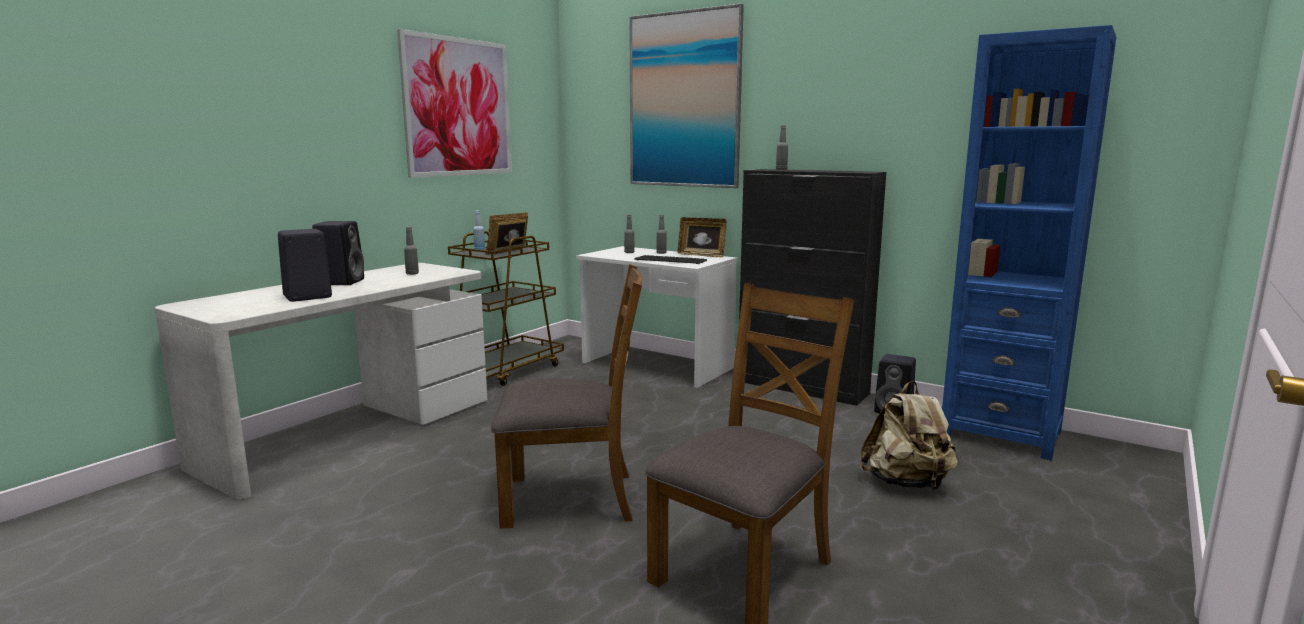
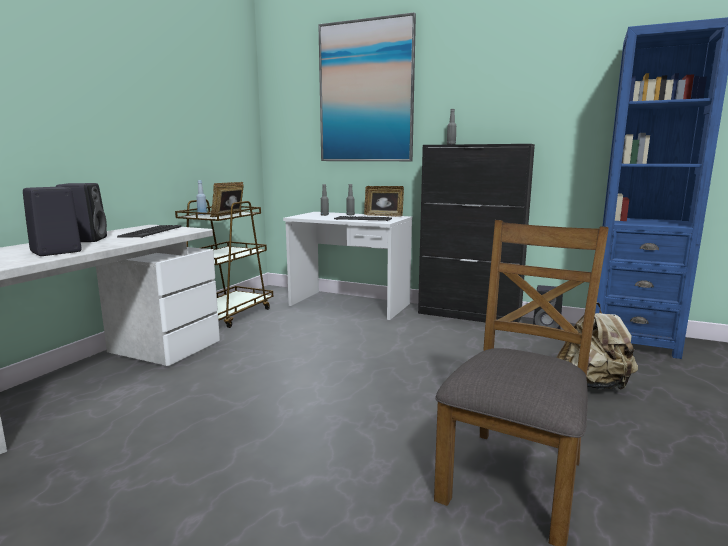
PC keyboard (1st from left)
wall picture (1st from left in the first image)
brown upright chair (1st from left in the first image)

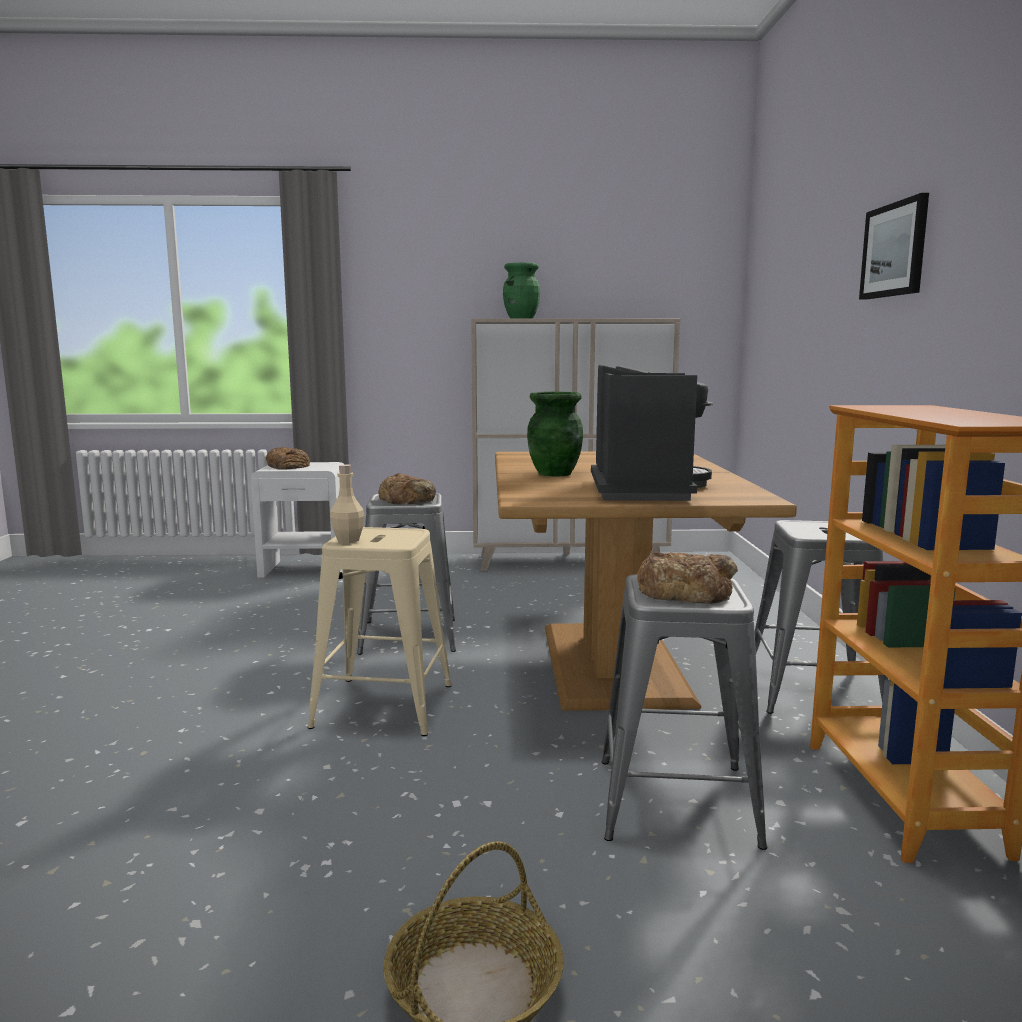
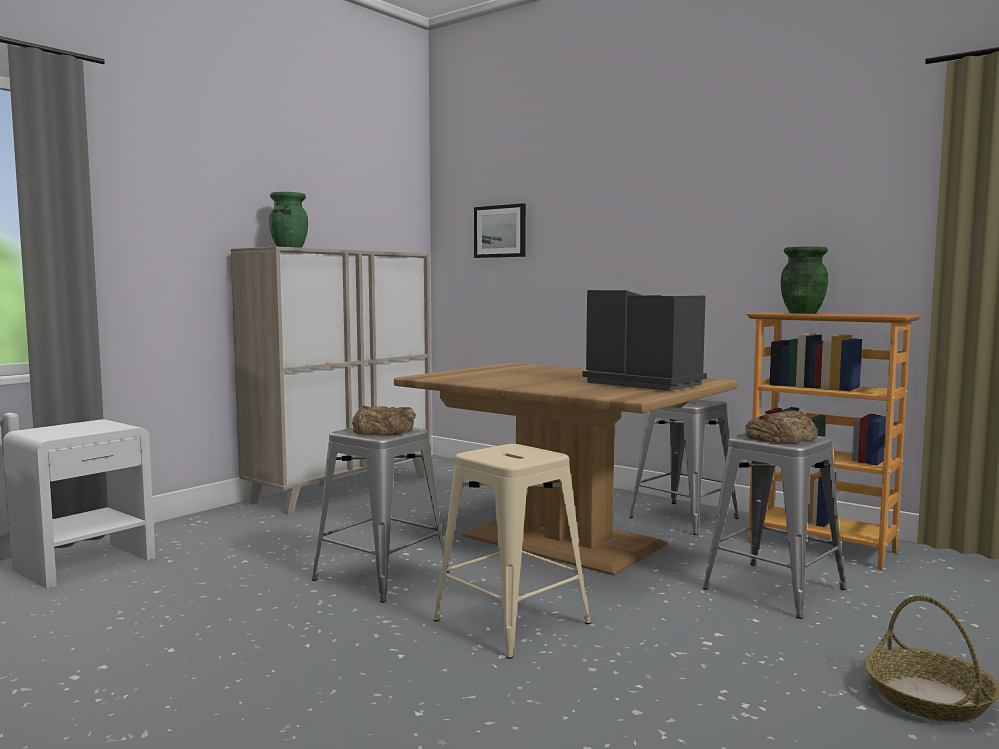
wall picture
greenish flower vase (2nd from left)
baked bread (1st from left in the first image)
beige bottle

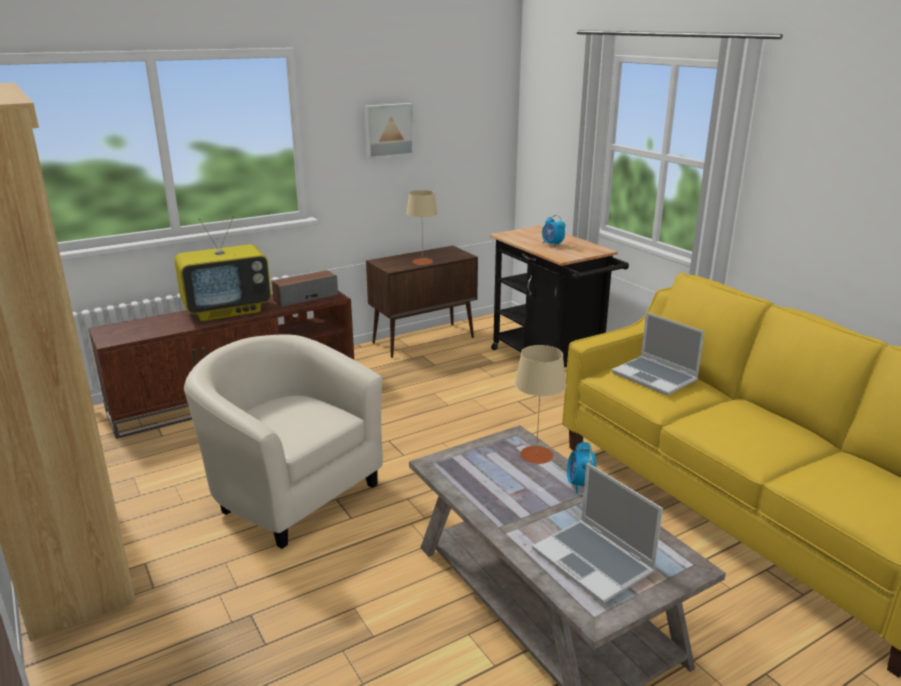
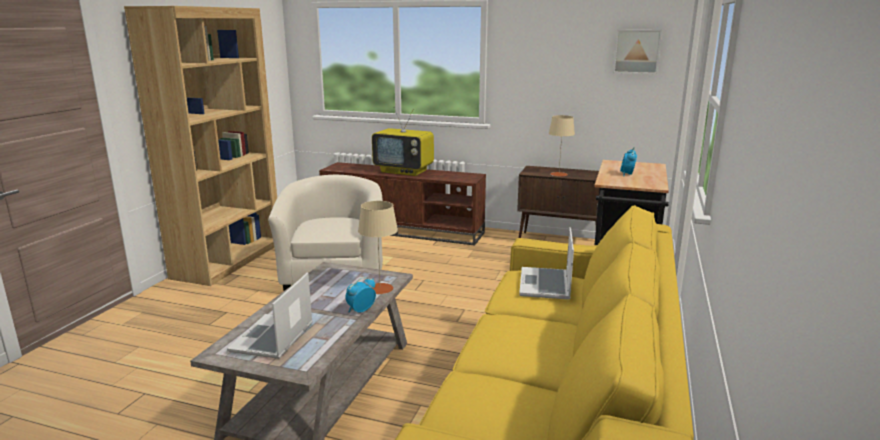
wall picture
speaker

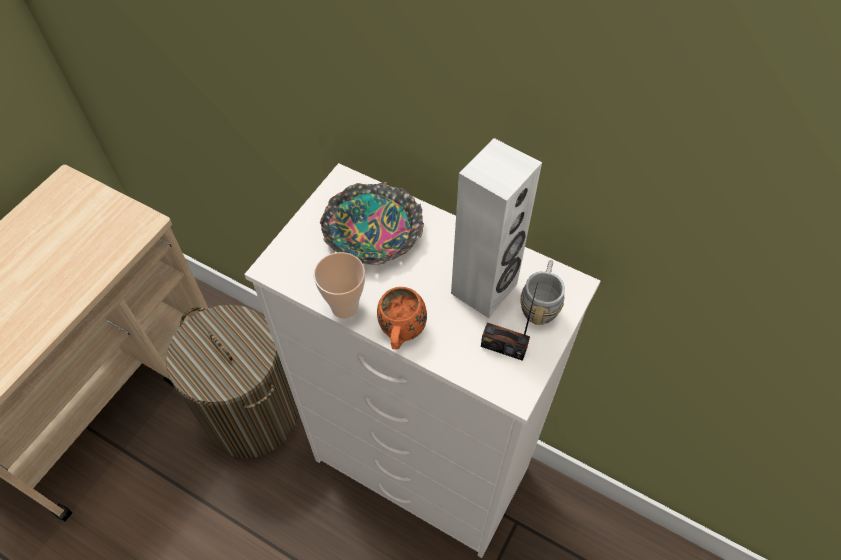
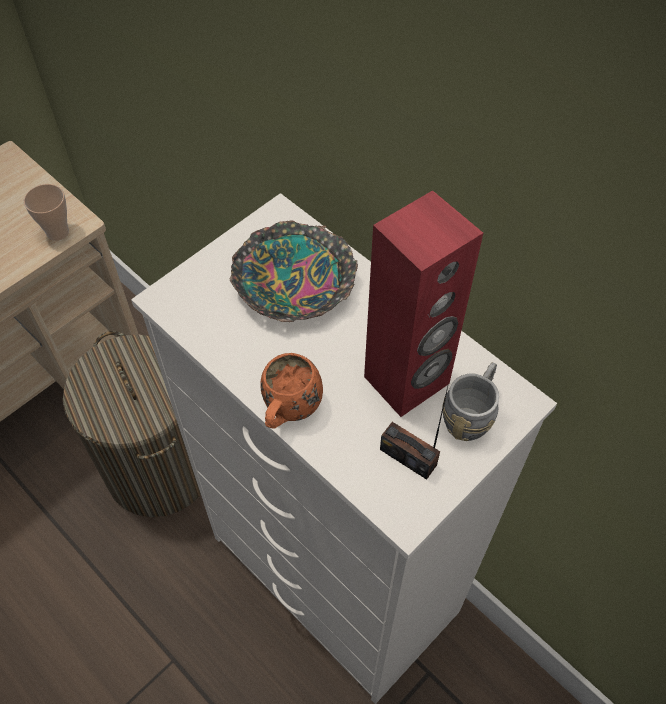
small cup
red speaker

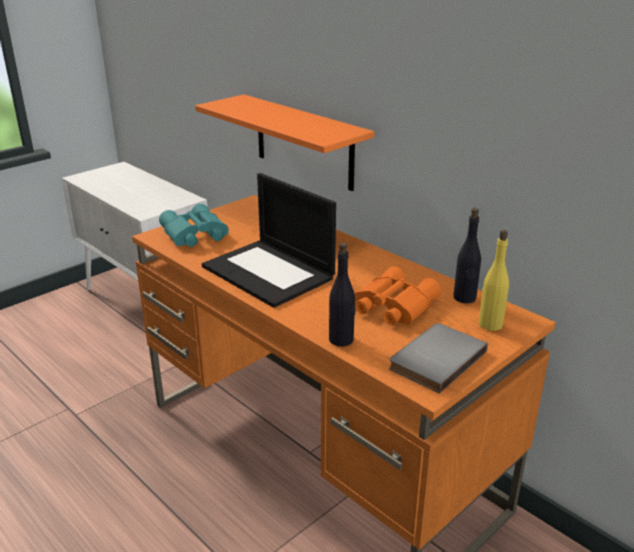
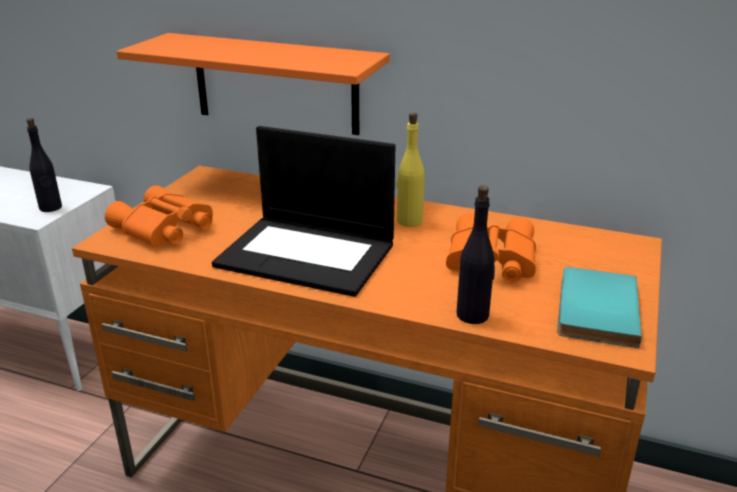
blackish bottle (1st from left)
orange-coloured field glasses (1st from left)
yellow-coloured bottle
turquoise bound book

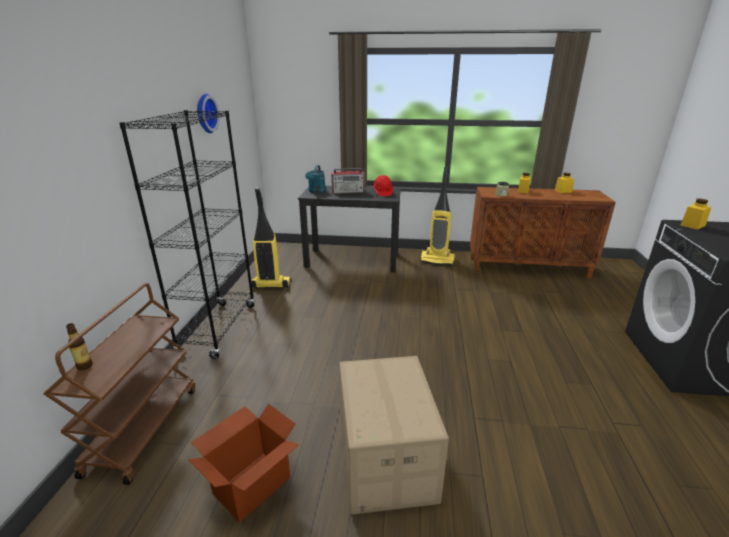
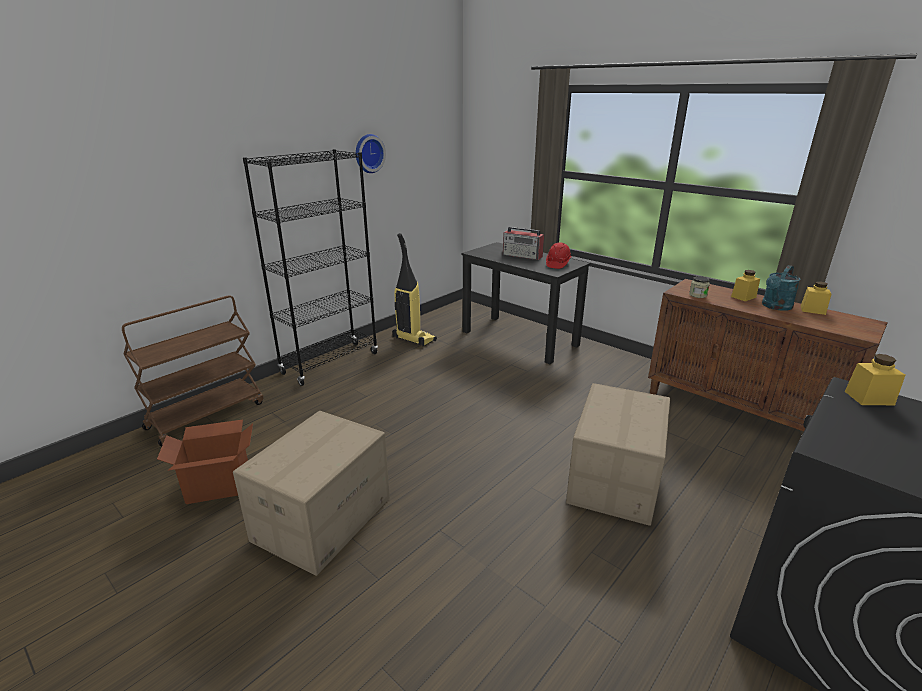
cardboard box (3rd from left)
turquoise sprinkling can
bottle
hoover (2nd from left in the first image)

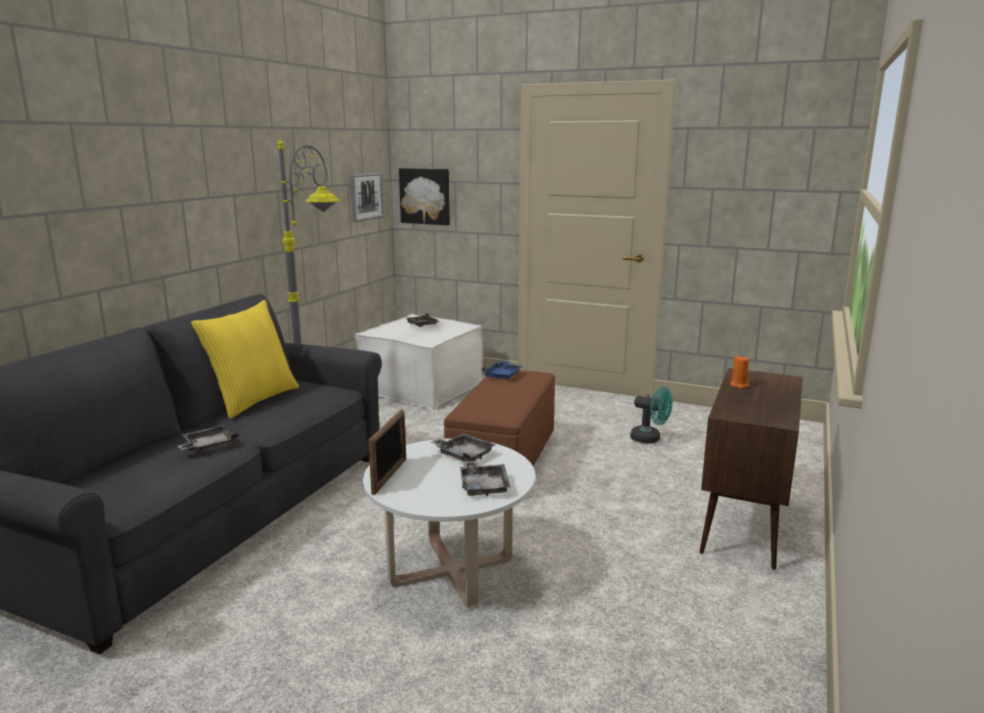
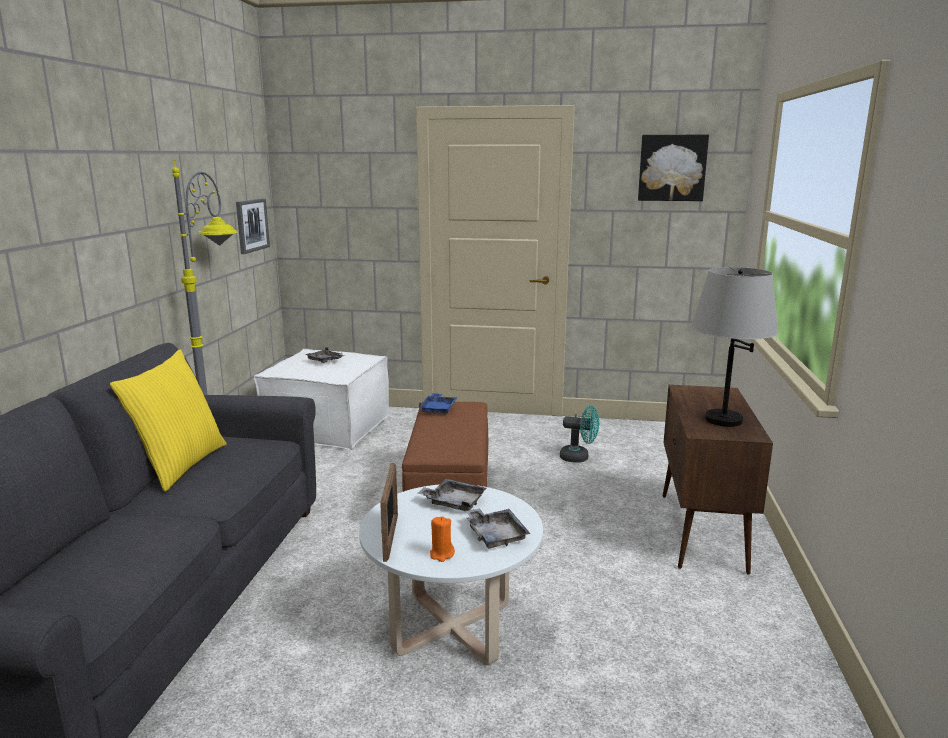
orange-coloured wax light
wall picture (2nd from left)
gray table lamp
gray serving tray (1st from left in the first image)

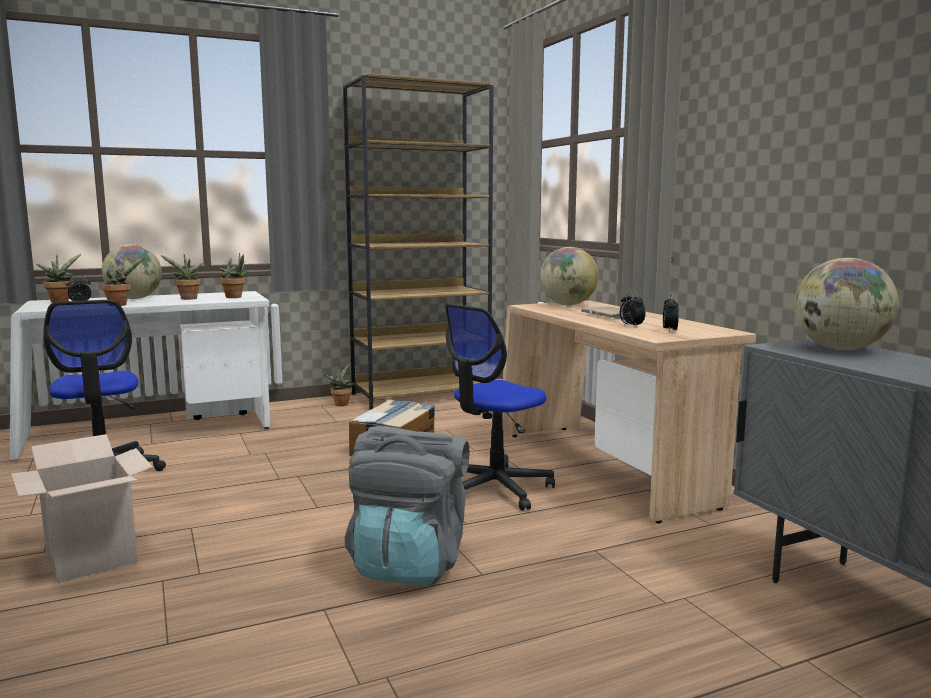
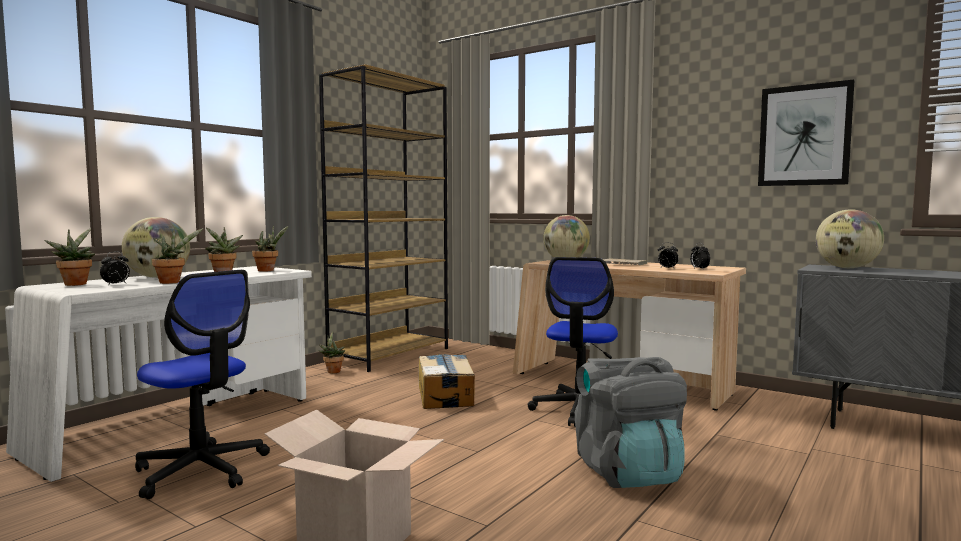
wall picture

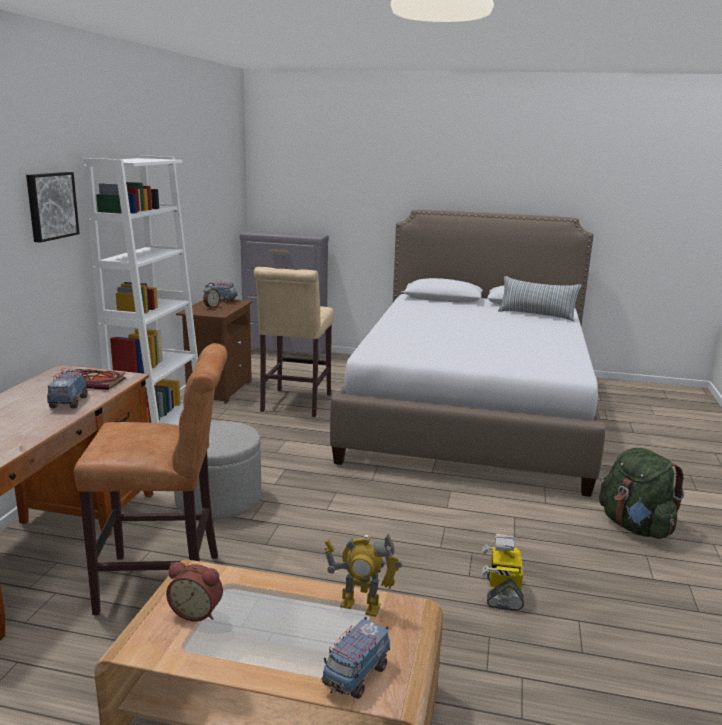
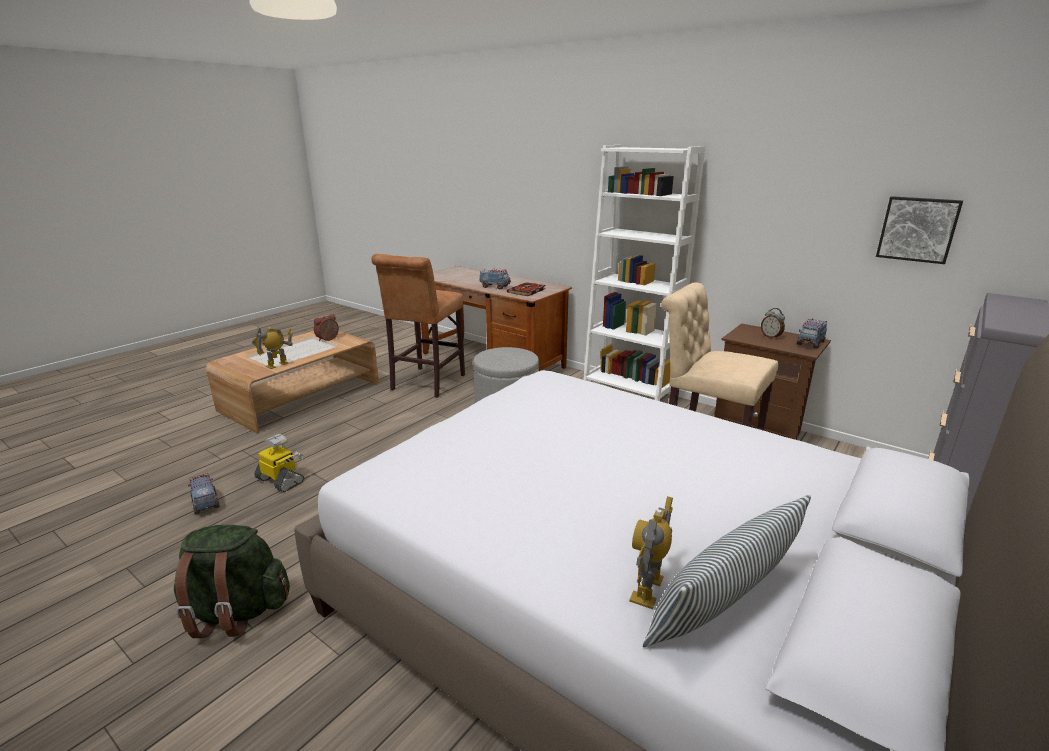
toy lorry (1st from left)
model robot (3rd from left)
wall picture

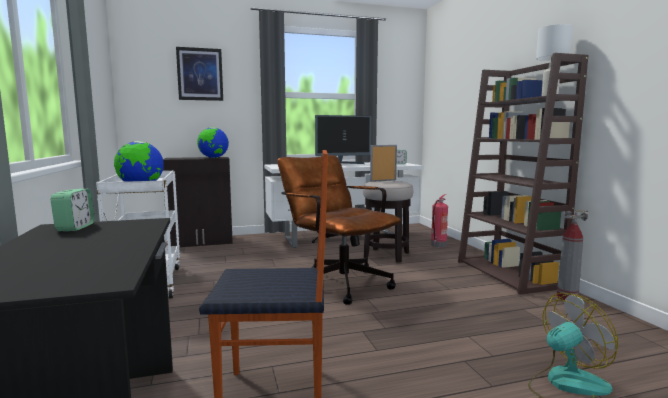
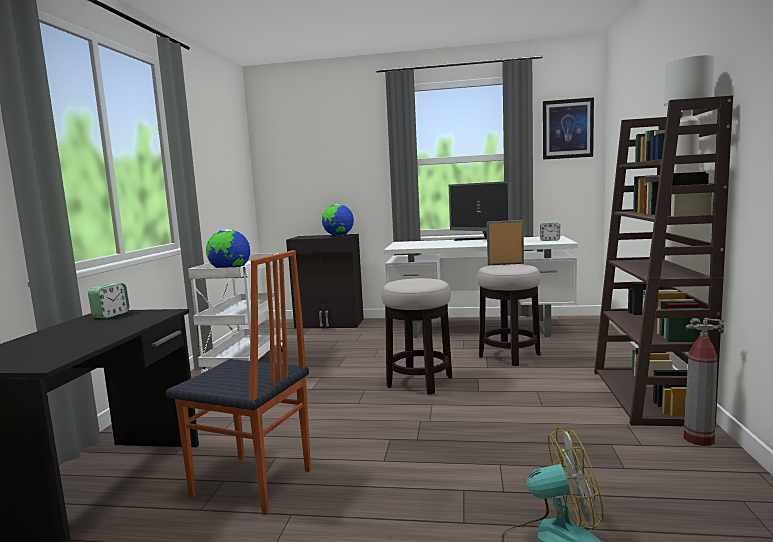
stool seat (1st from left)
computer display
wall picture
fire-fighting cylinder (1st from left in the first image)

